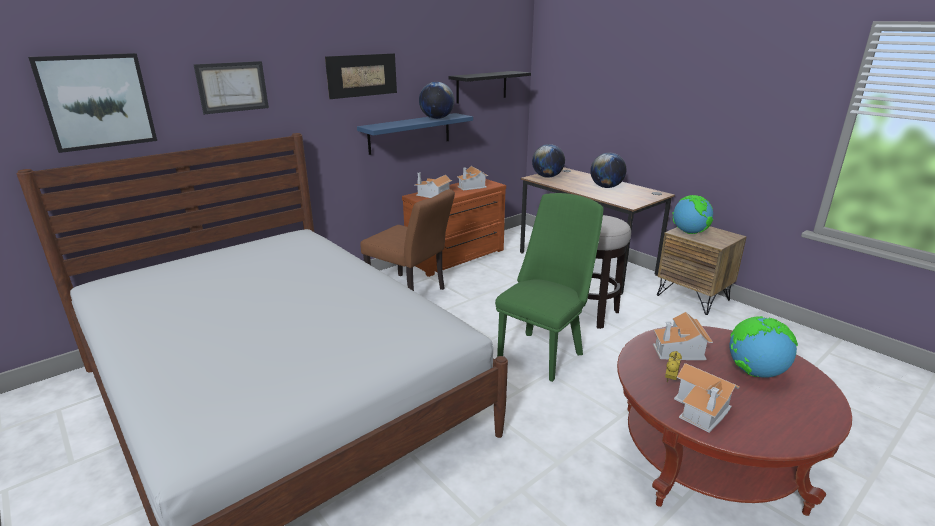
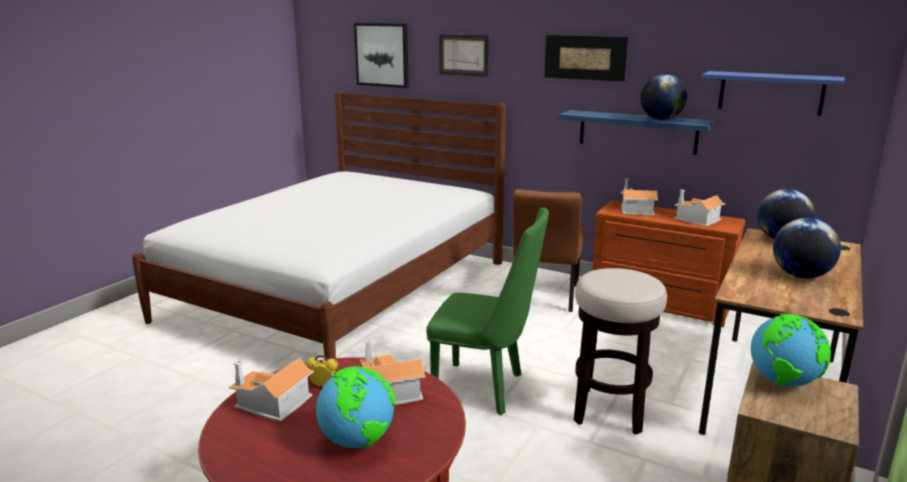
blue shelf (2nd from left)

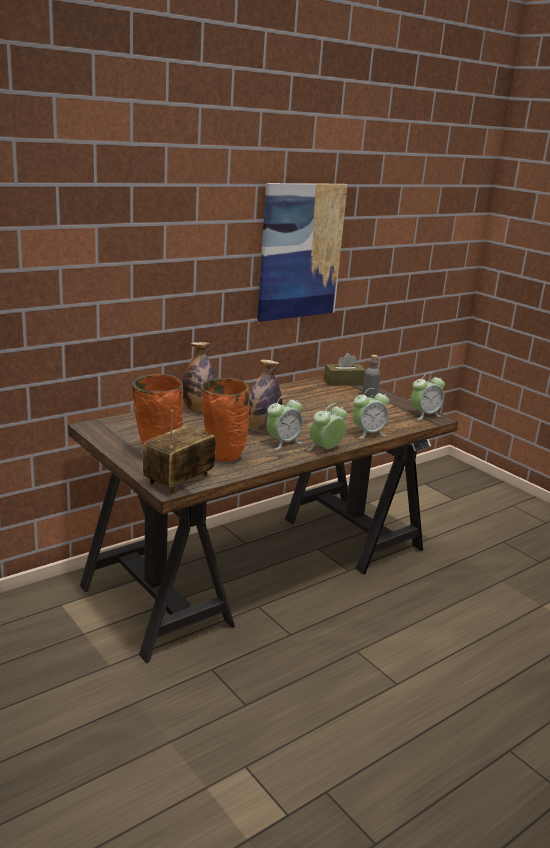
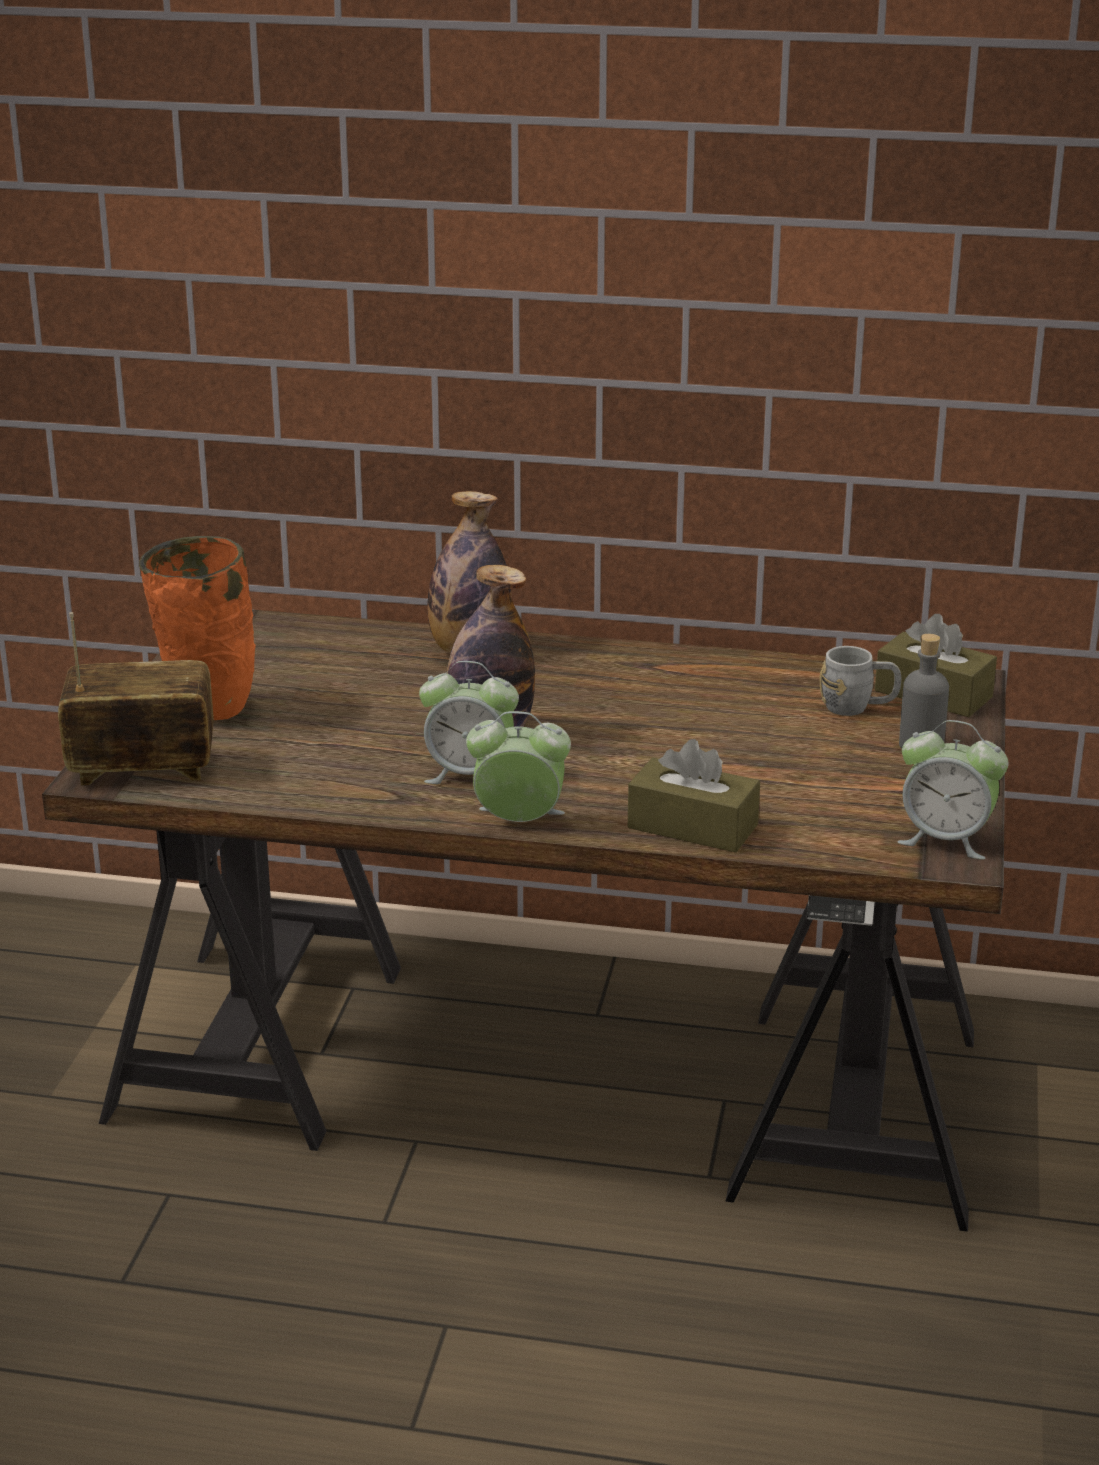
brown tissue box (1st from left)
gray coffee mug
orange-coloured flower vase (2nd from left in the first image)
wall picture

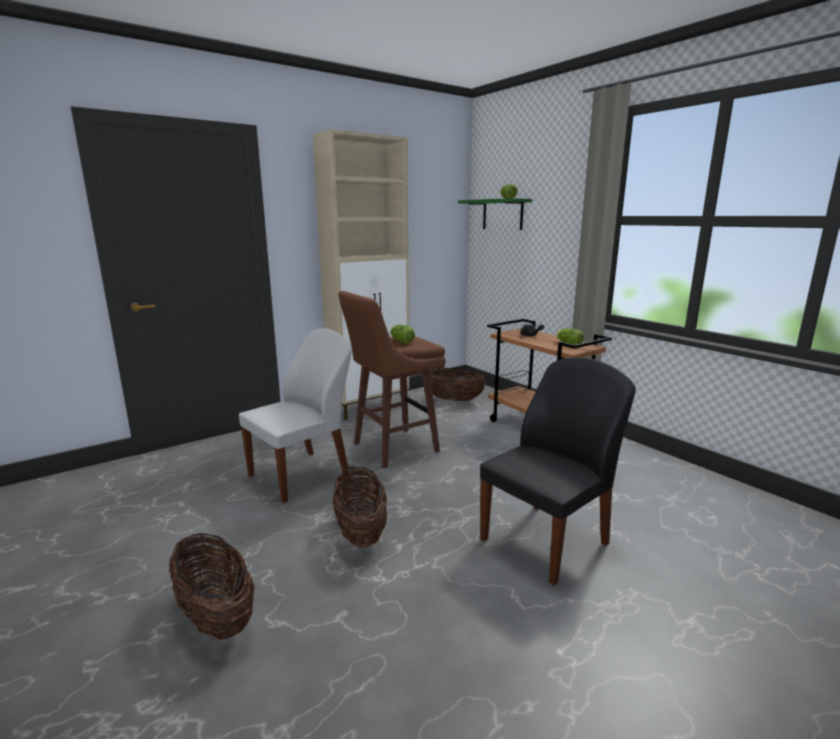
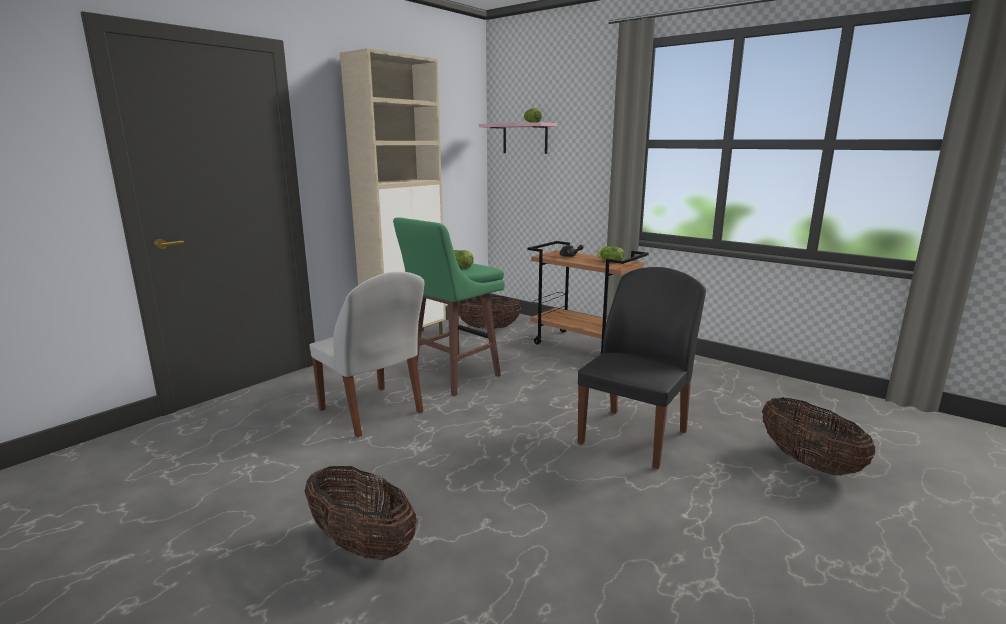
whitish upright chair
greenish stool seat
pink shelf
household basket (3rd from left)

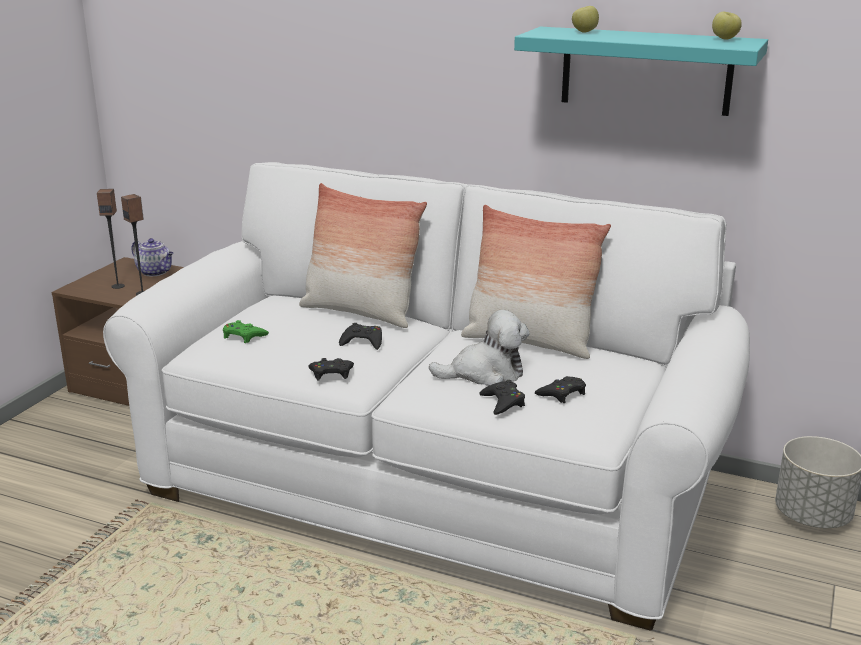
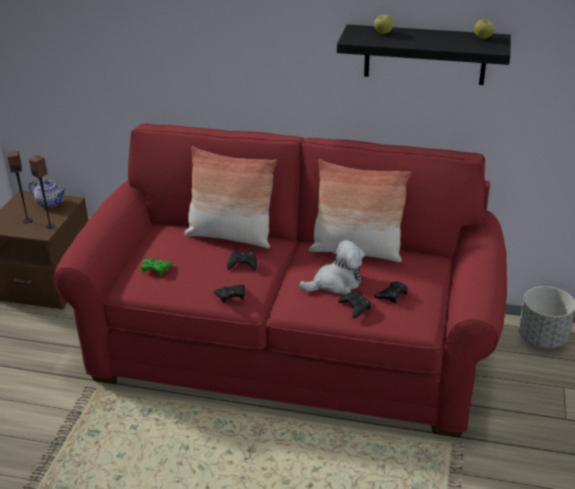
red couch
blackish shelf

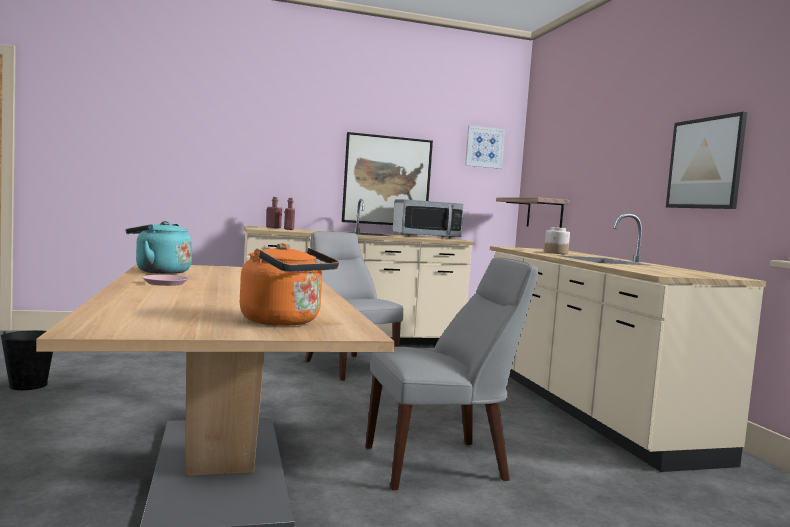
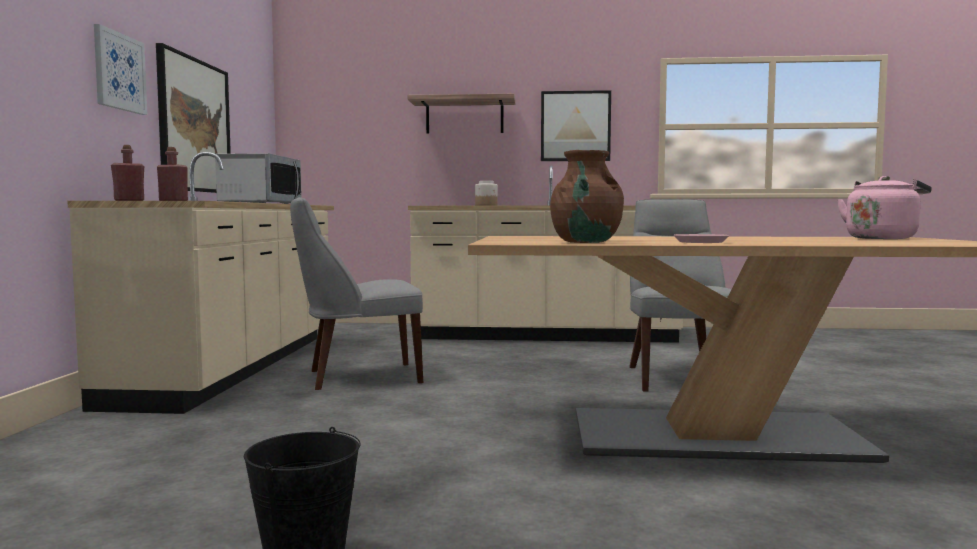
wall picture (1st from left)
shelf
brown flower vase
pink water kettle

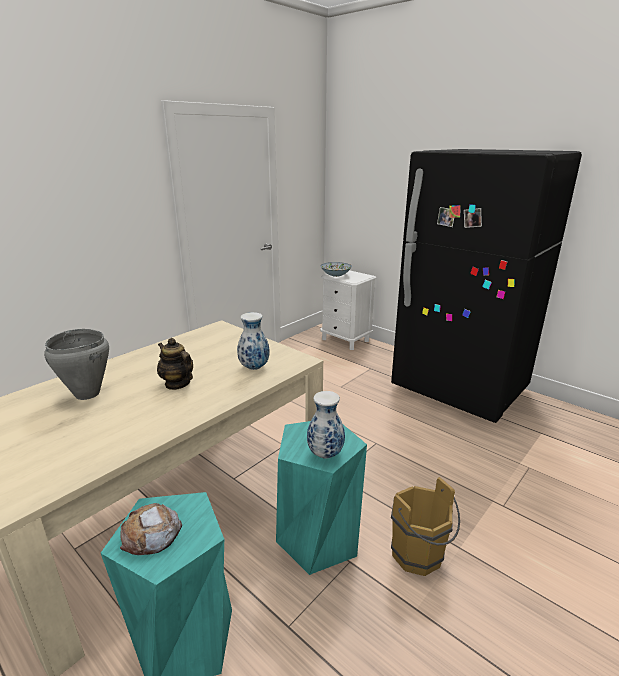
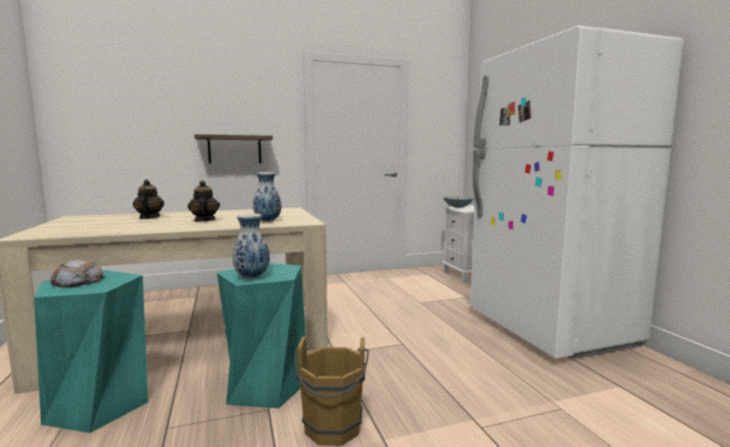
tea pot (1st from left)
shelf
whitish refrigerator

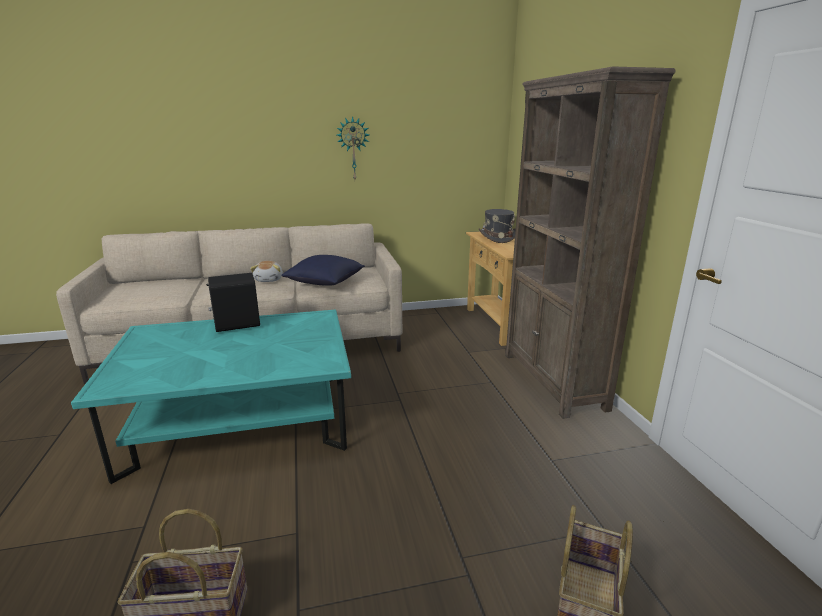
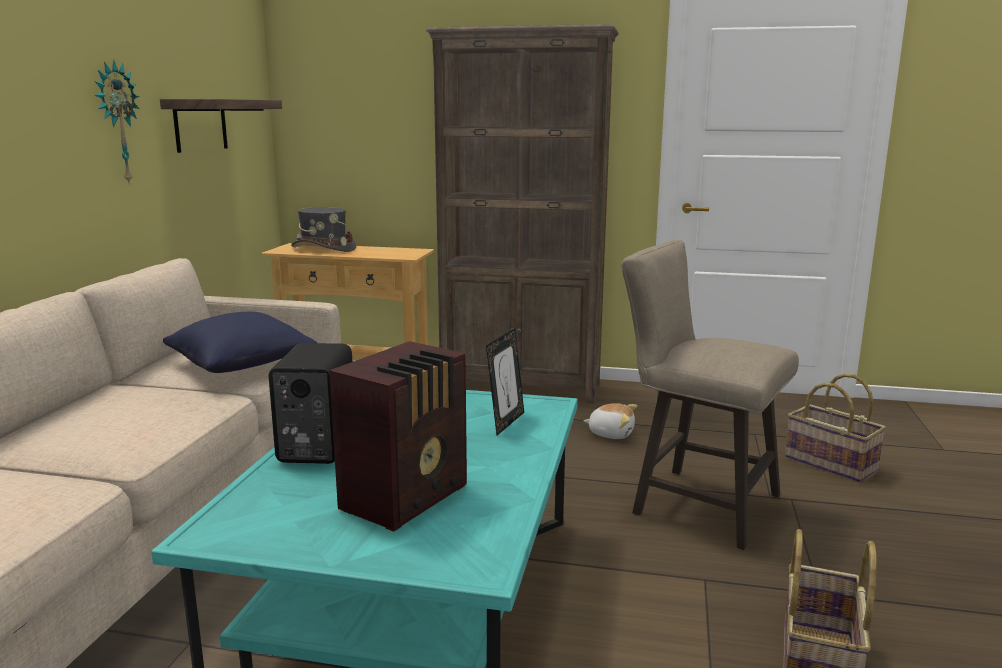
shelf
radio
photo frame
soft toy
beige stool seat

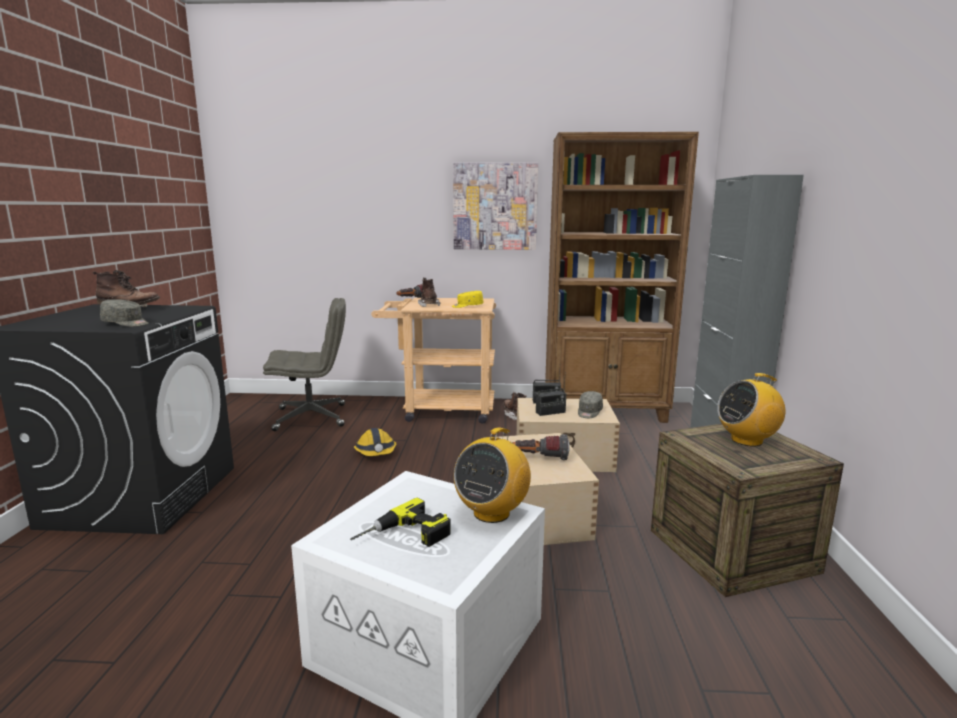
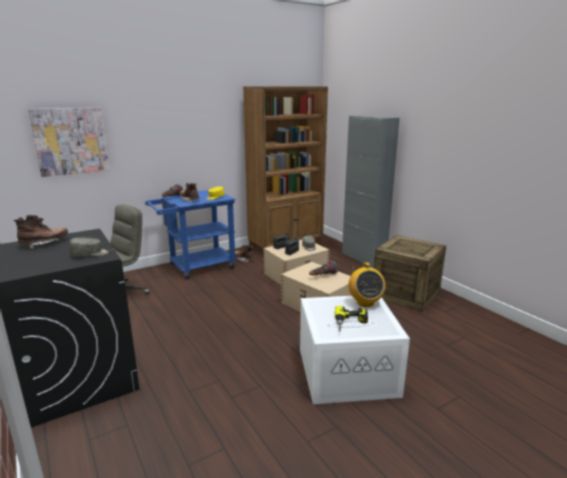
wall picture
blue cart
work helmet
radio (4th from left in the first image)

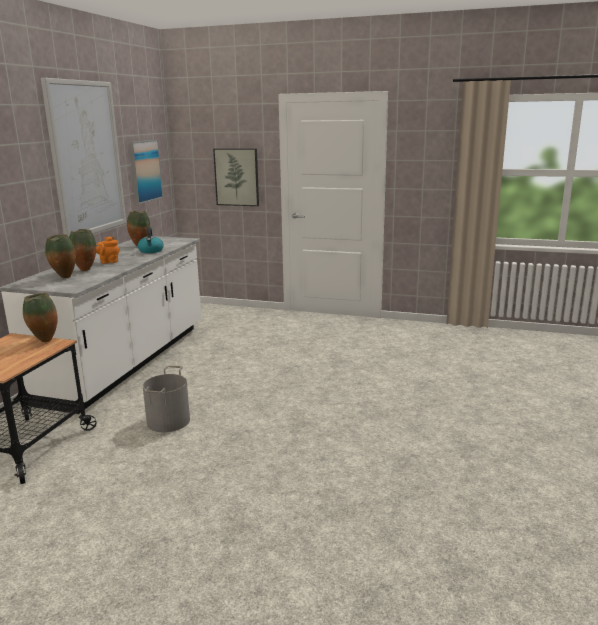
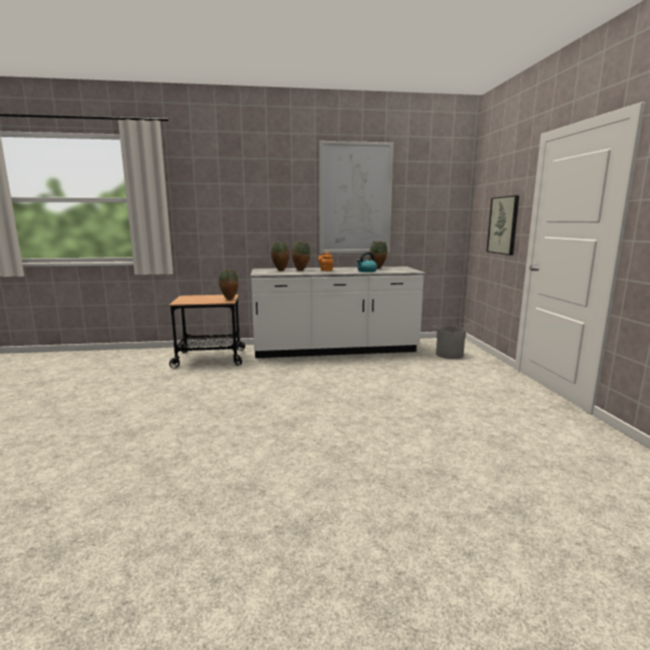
gray water bucket
wall picture (2nd from left in the first image)

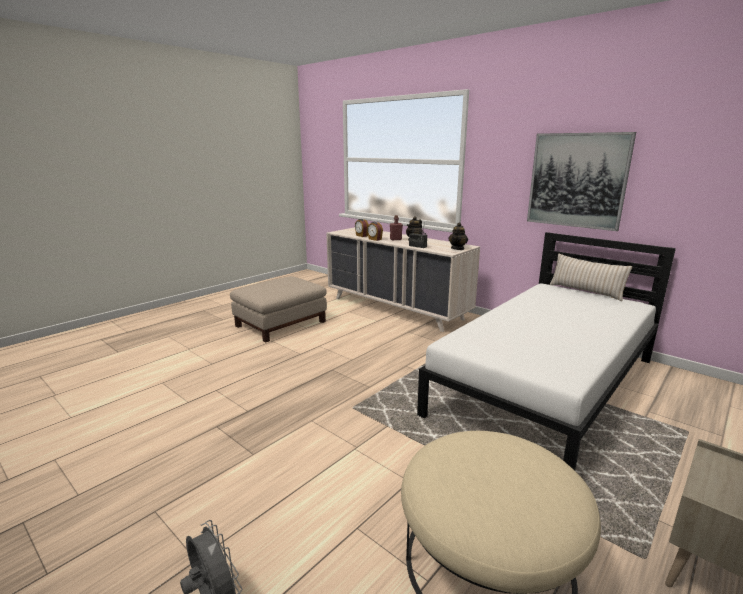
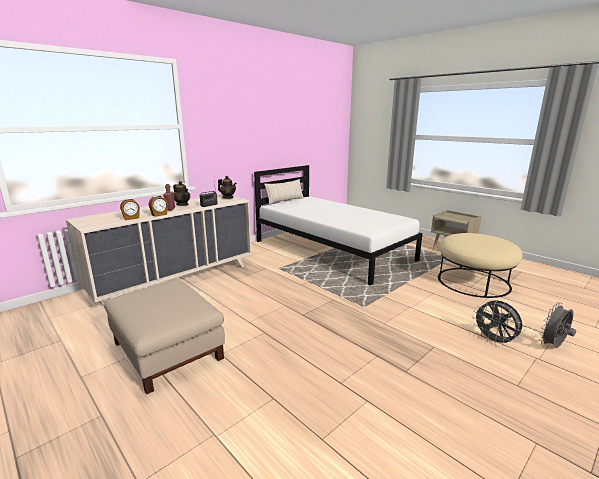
gray fan (1st from left)
wall picture

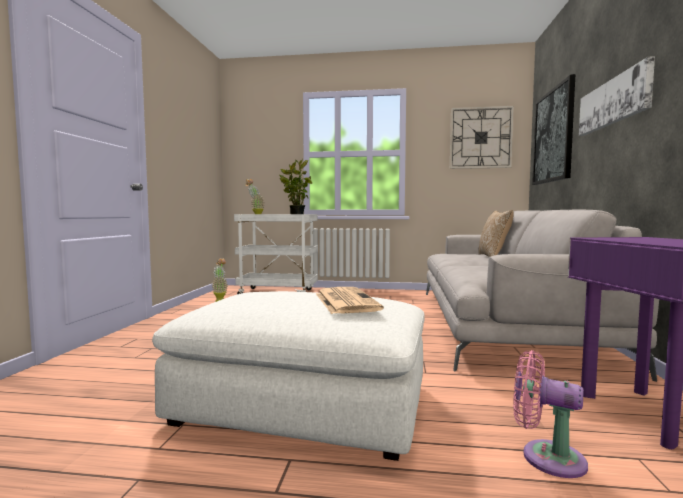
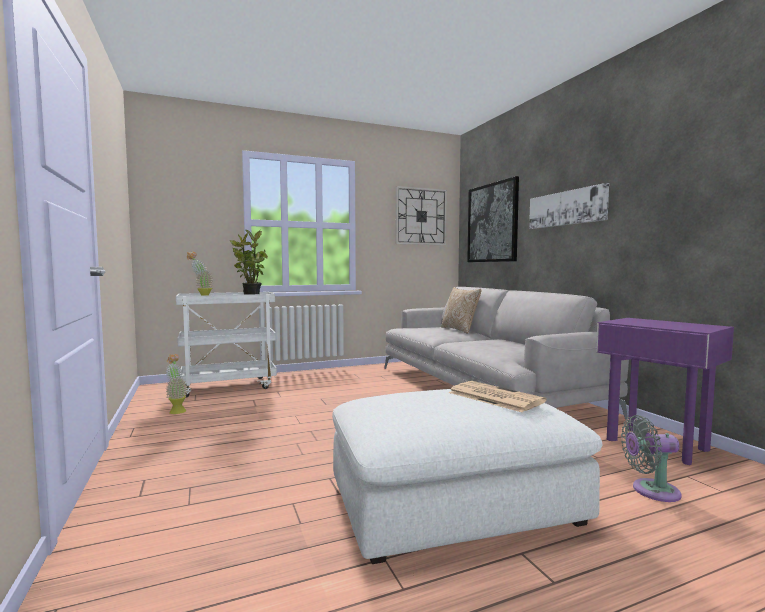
gray fan

